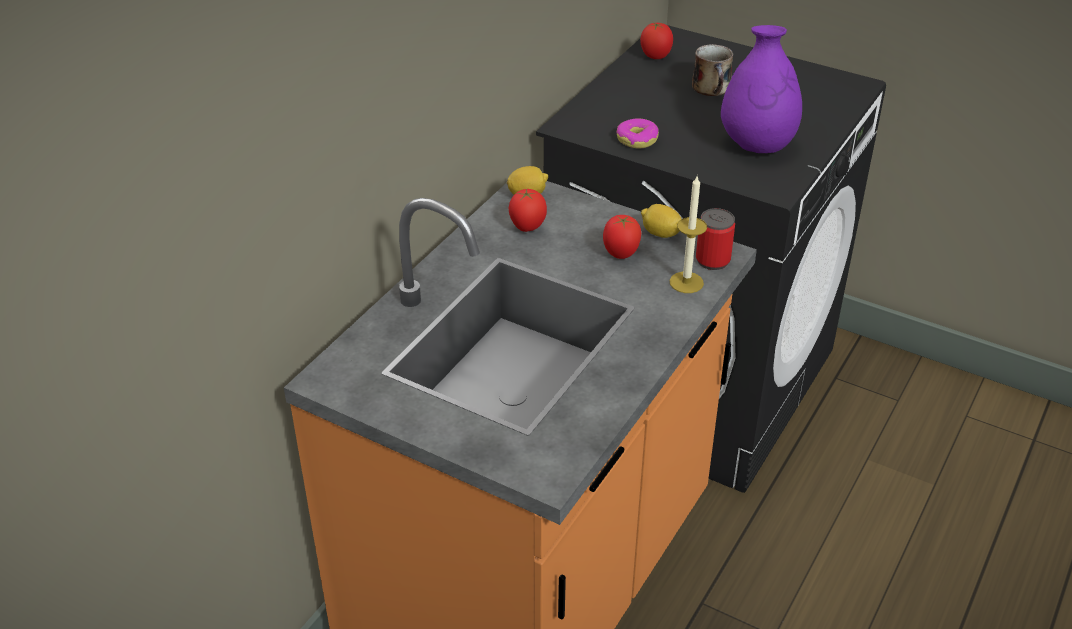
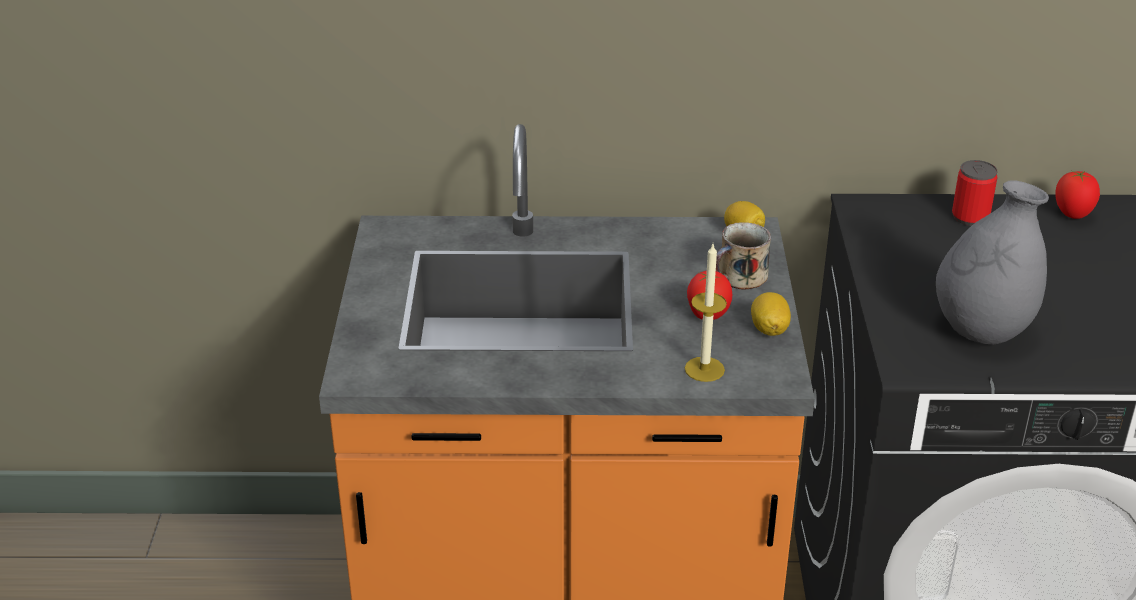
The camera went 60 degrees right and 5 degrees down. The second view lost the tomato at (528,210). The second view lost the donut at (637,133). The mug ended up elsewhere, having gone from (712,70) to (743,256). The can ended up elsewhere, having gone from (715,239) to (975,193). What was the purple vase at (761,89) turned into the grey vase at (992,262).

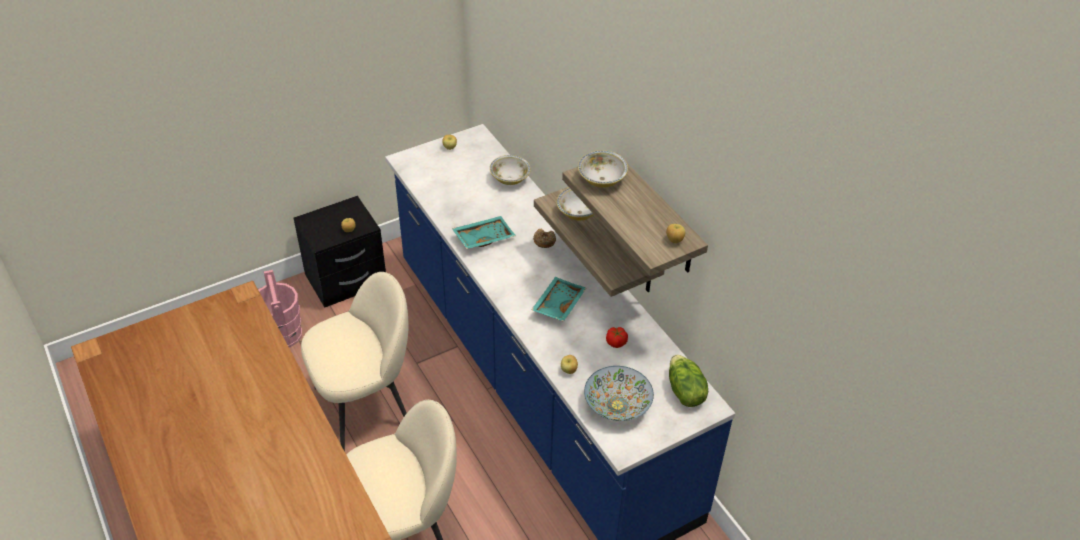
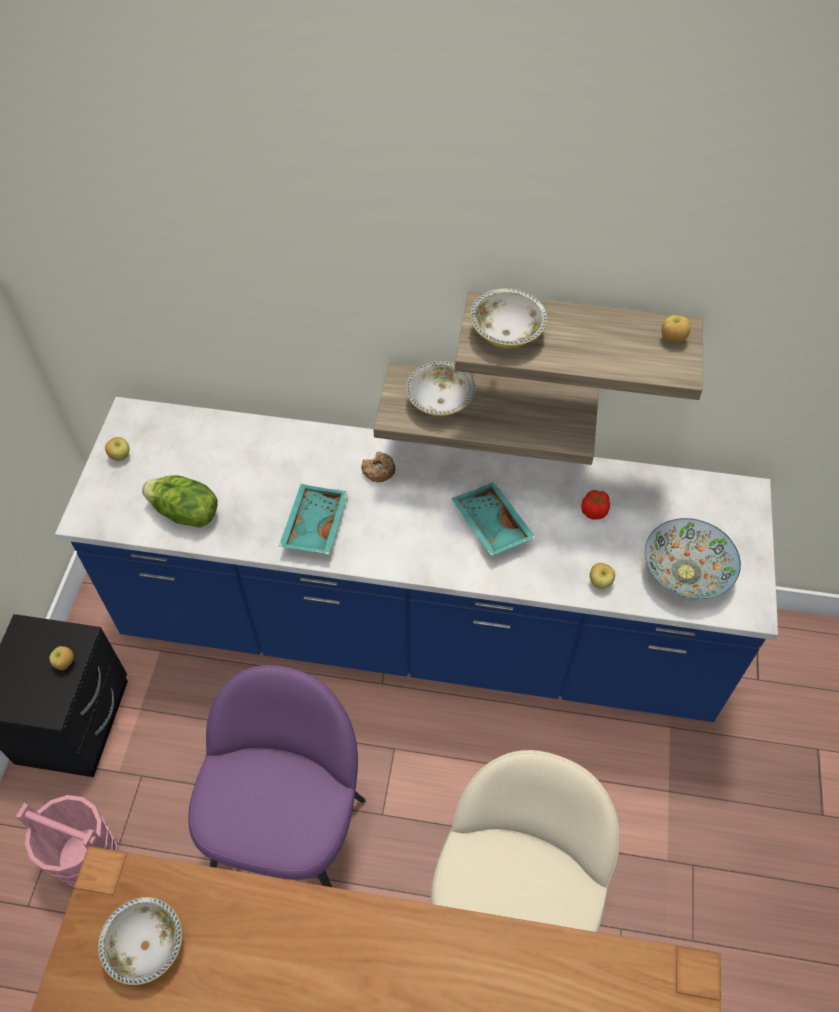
The camera went 50 degrees left and 10 degrees up. The bowl ended up elsewhere, having gone from (510,170) to (140,941). The lettuce ended up elsewhere, having gone from (688,381) to (180,501). What was the beige chair at (354,361) turned into the purple chair at (276,776).

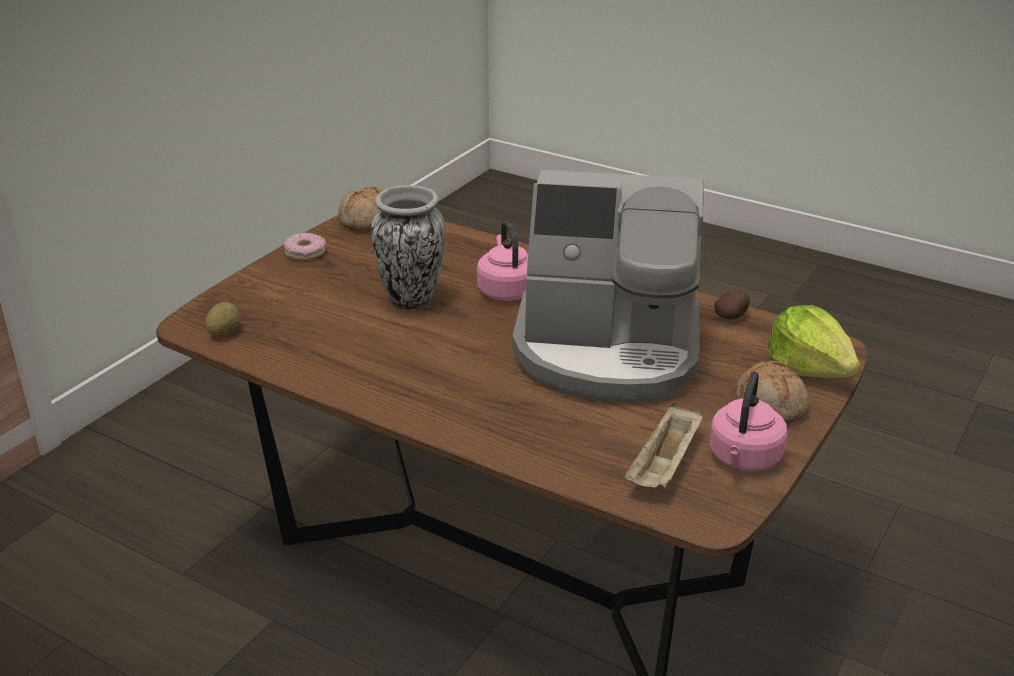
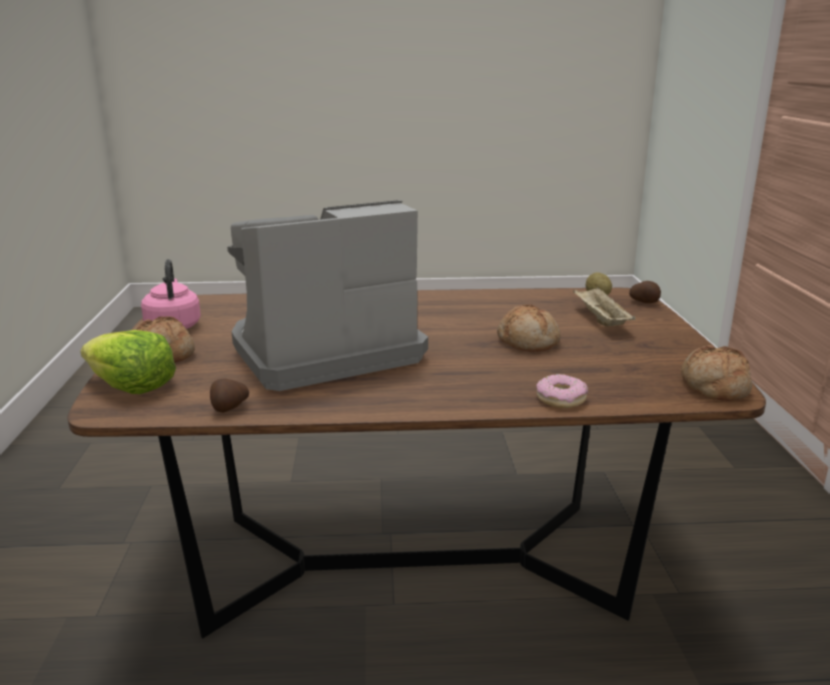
The camera went 145 degrees right and 10 degrees down. The second view lost the pink kettle at (502,261). The second view gained the potato at (645,292). The donut ended up elsewhere, having gone from (305,247) to (562,391). The beige tray ended up elsewhere, having gone from (663,445) to (604,307). Where the vase stood at (408,247), the bread came to stand at (529,328).

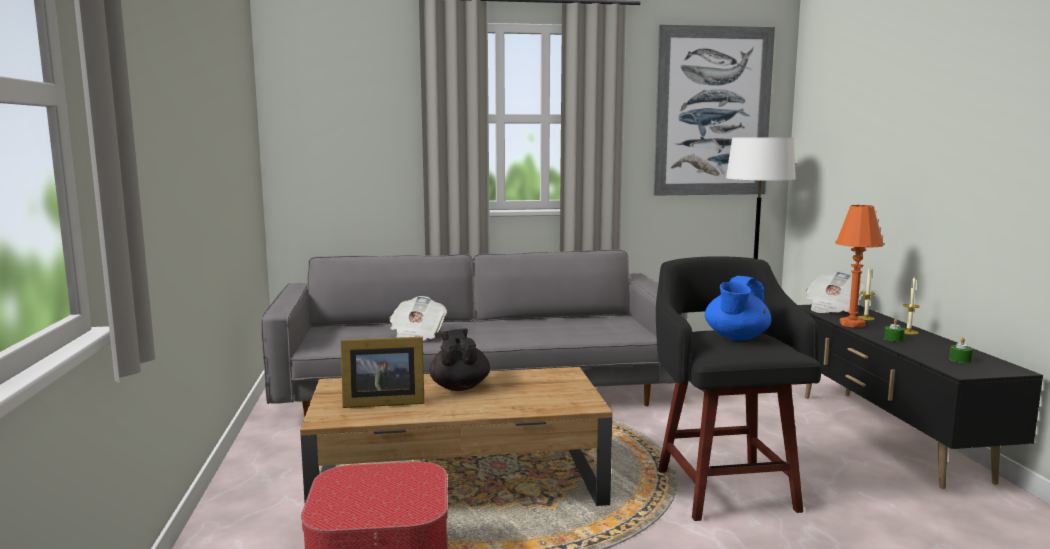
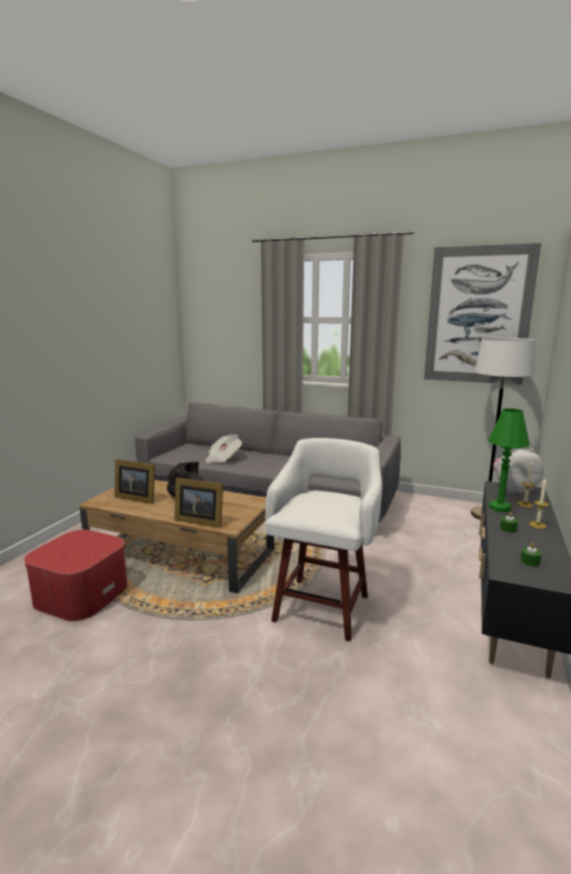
The camera went 30 degrees right and 5 degrees up. The second view lost the blue teapot at (738,308). The second view gained the picture frame at (198,503). Where the newspaper stood at (836,292), the plush toy came to stand at (518,471). What was the black stool at (739,388) turned into the white stool at (323,540). What was the orange table lamp at (859,266) turned into the green table lamp at (509,460).

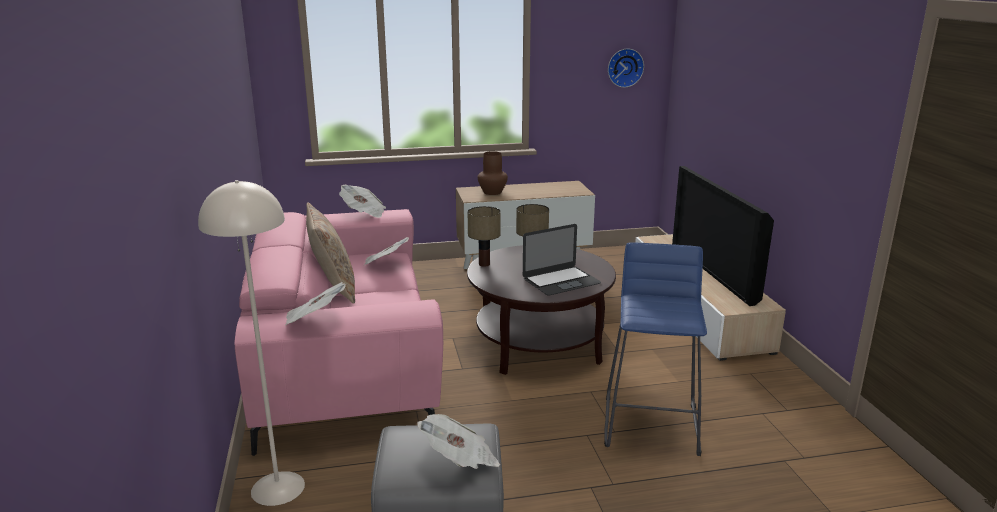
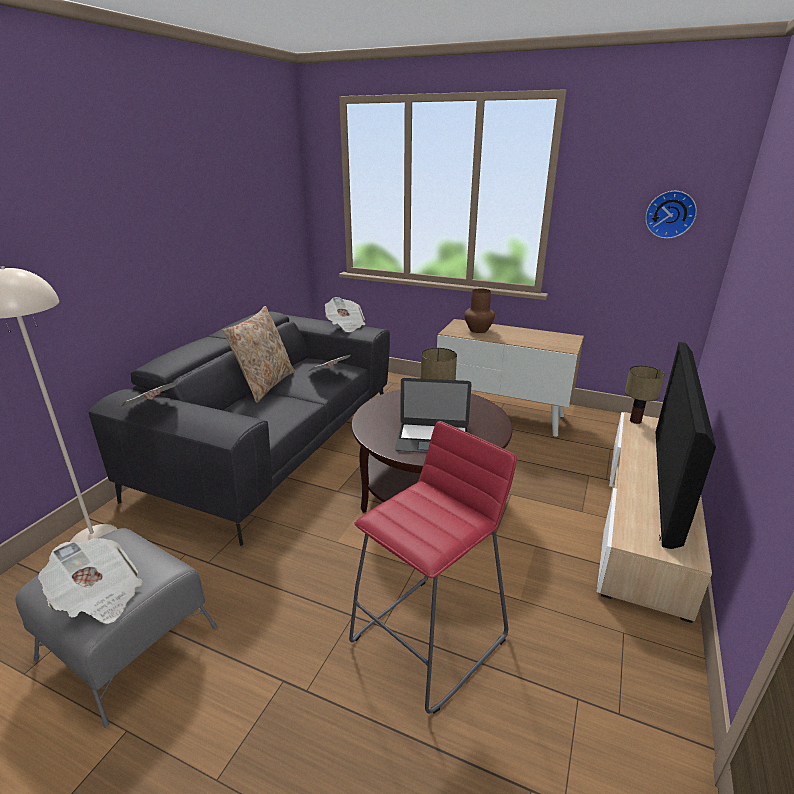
The camera went 35 degrees right and 5 degrees up. The table lamp ended up elsewhere, having gone from (484,236) to (645,395). What was the pink sofa at (338,332) turned into the grey sofa at (239,428). What was the blue stool at (655,349) turned into the red stool at (433,567).

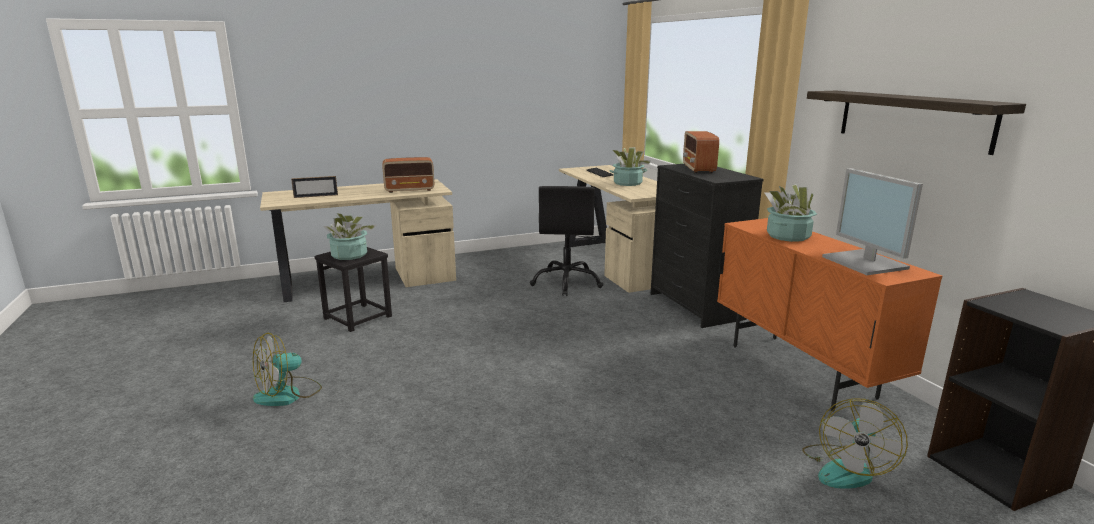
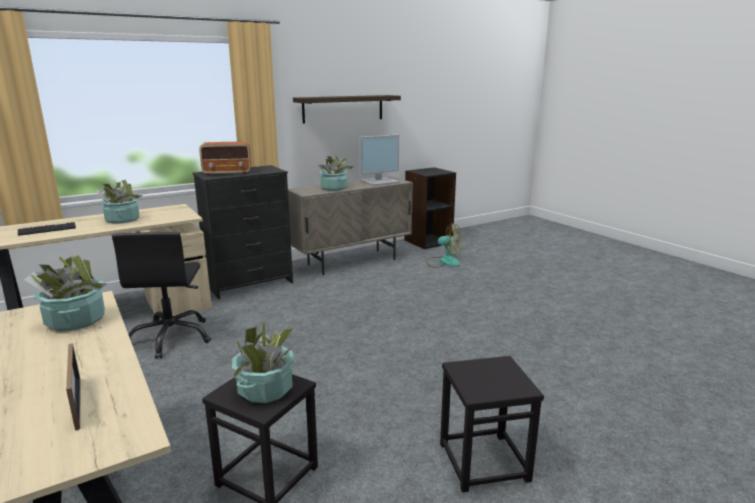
The camera went 100 degrees left and 0 degrees up. Where the fan stood at (287,369), the black stool came to stand at (492,424). Where the radio stood at (408,175), the potted plant came to stand at (66,292). What was the orange cabinet at (829,315) turned into the beige cabinet at (350,225). The black office chair at (567,241) ended up facing another way, 90 degrees clockwise from before.

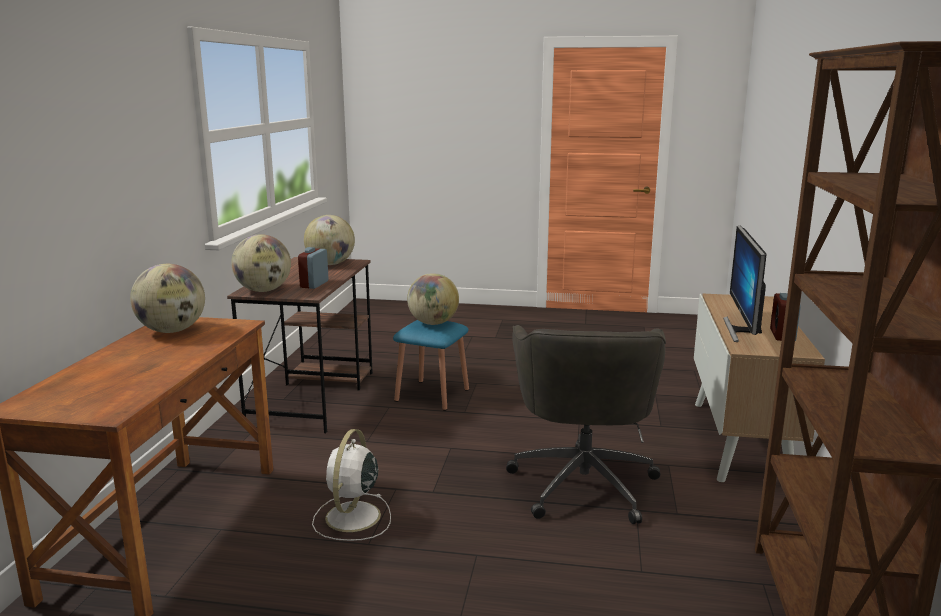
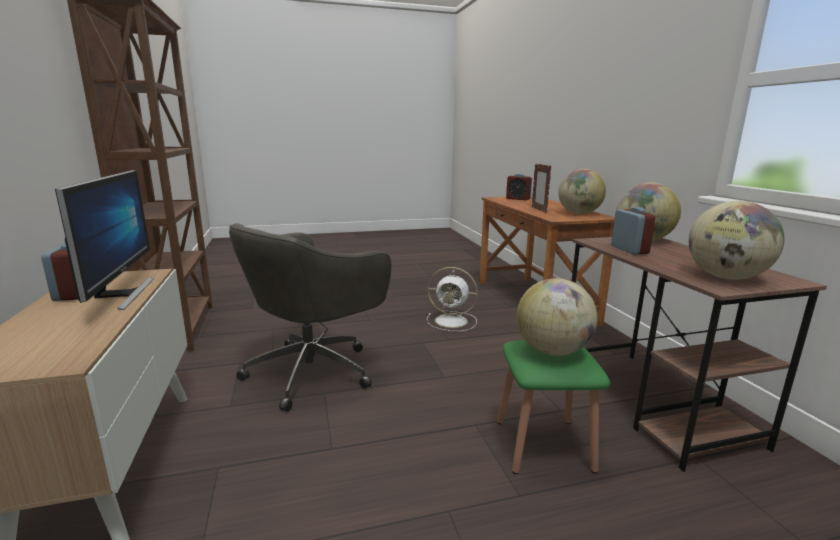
The camera went 155 degrees right and 0 degrees up. The second view gained the alarm clock at (519,187). The second view gained the picture frame at (541,188). What was the blue stool at (431,365) turned into the green stool at (553,407). The white fan at (351,485) ended up facing another way, 120 degrees clockwise from before. The grey office chair at (586,424) ended up facing another way, 120 degrees counterclockwise from before.

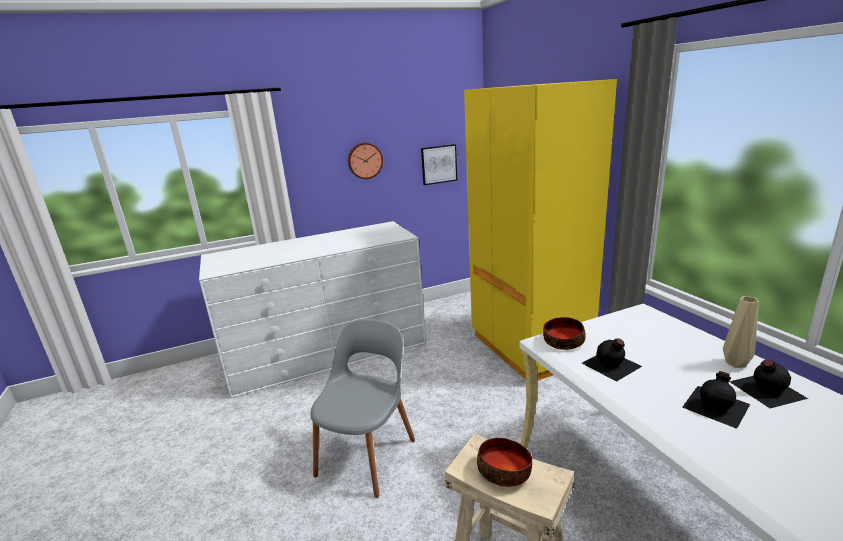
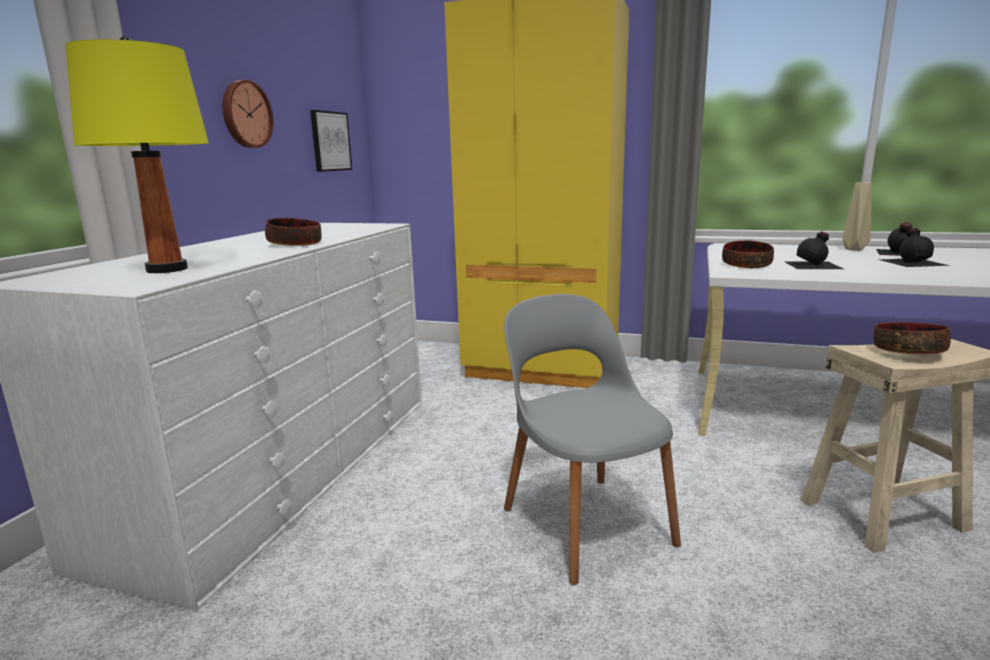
The camera went 50 degrees left and 5 degrees down. The second view gained the yellow table lamp at (137,154). The second view gained the bowl at (293,232).

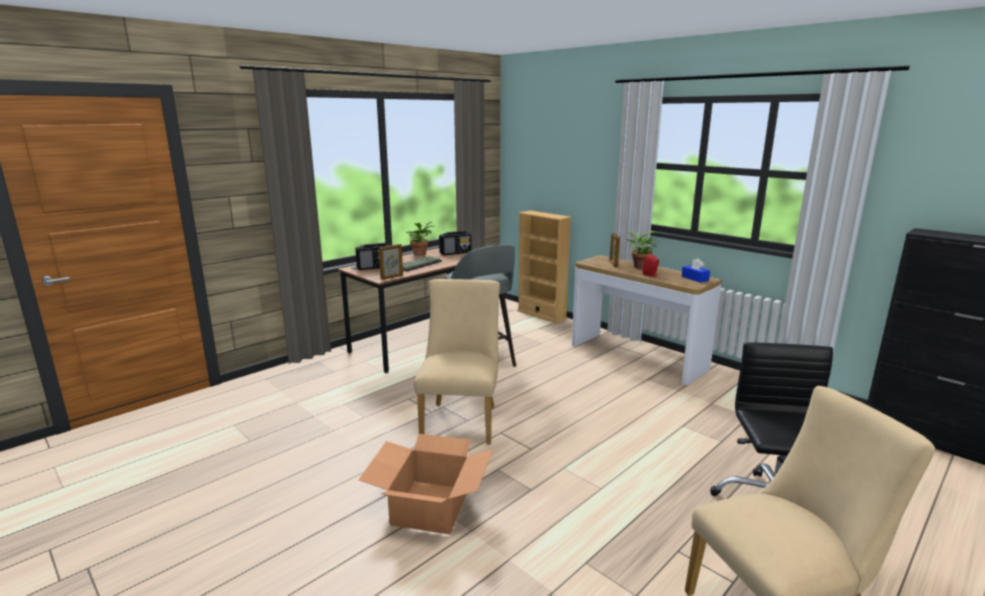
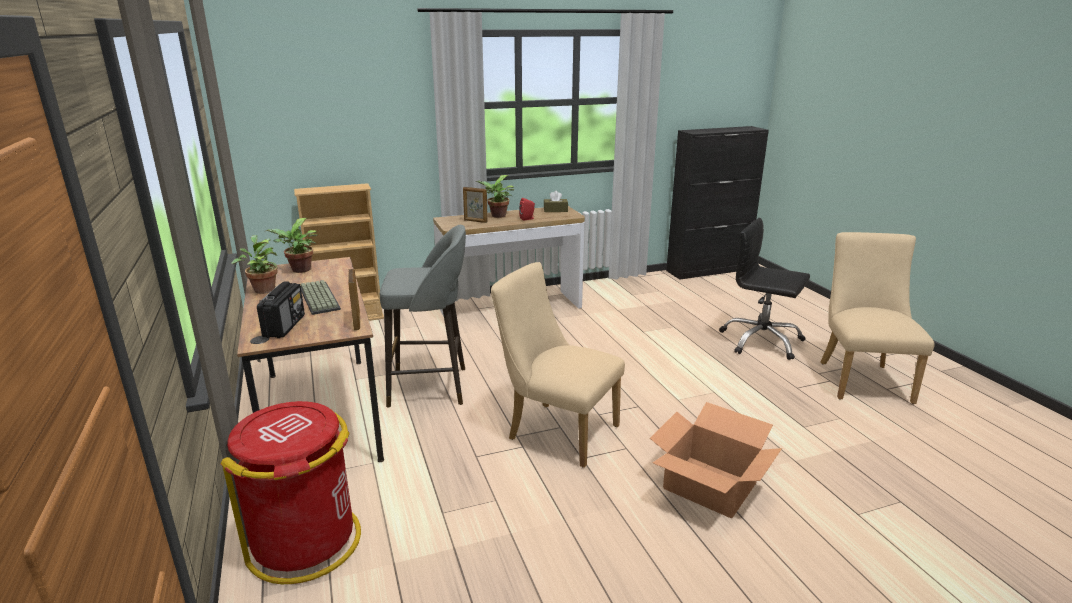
The camera went 65 degrees left and 5 degrees up. The second view gained the red trash can at (291,492). Where the radio stood at (455,243), the potted plant came to stand at (292,245). What was the blue tissue box at (696,270) turned into the brown tissue box at (556,201).

